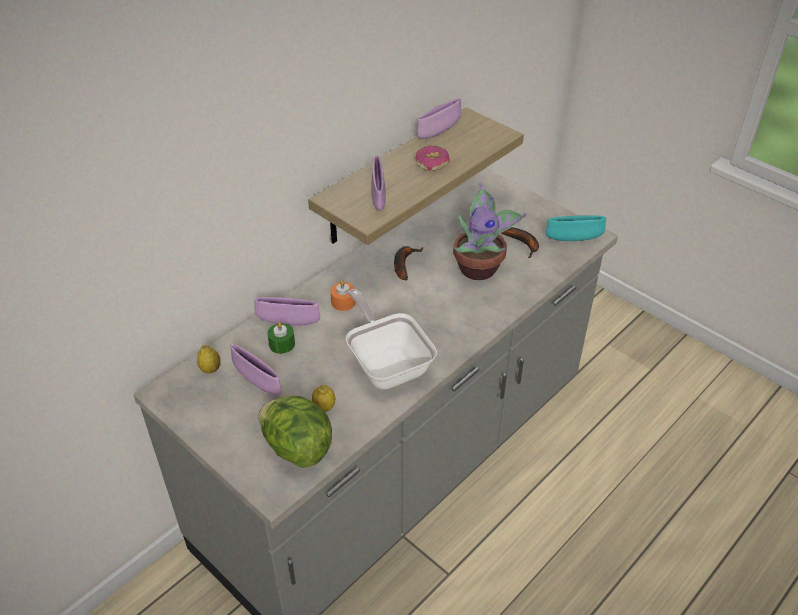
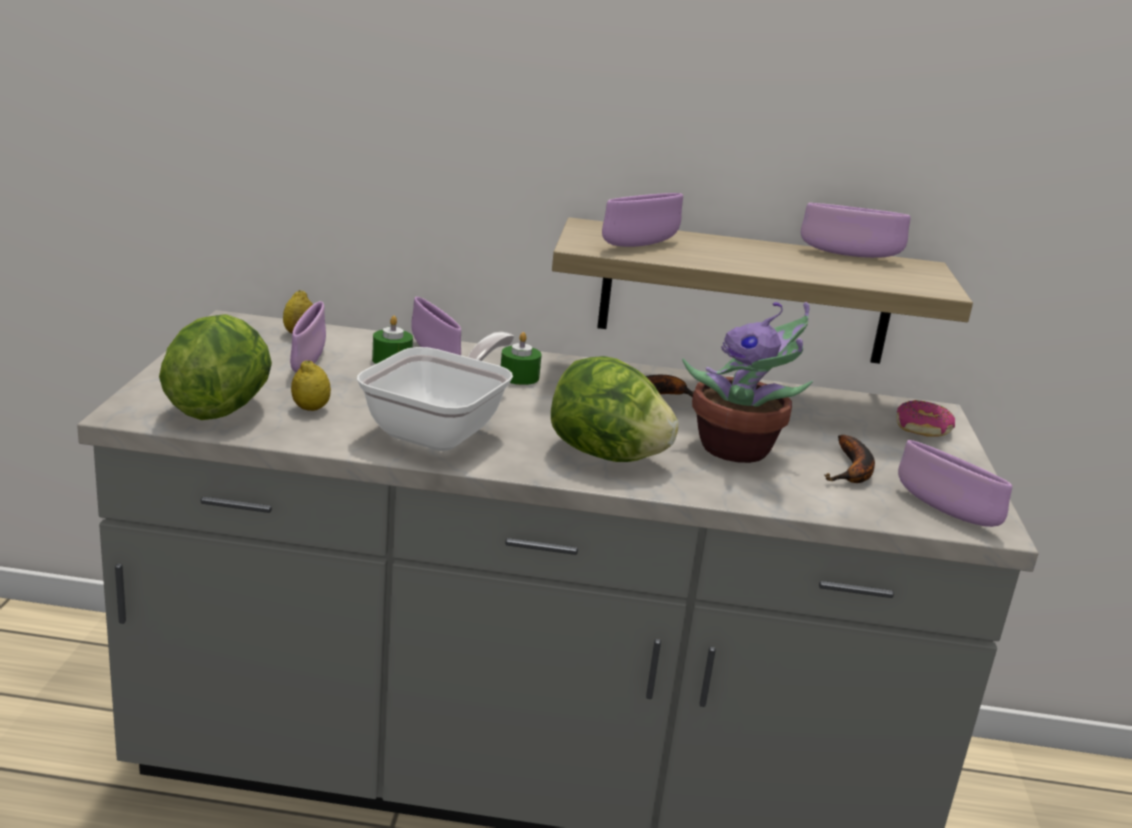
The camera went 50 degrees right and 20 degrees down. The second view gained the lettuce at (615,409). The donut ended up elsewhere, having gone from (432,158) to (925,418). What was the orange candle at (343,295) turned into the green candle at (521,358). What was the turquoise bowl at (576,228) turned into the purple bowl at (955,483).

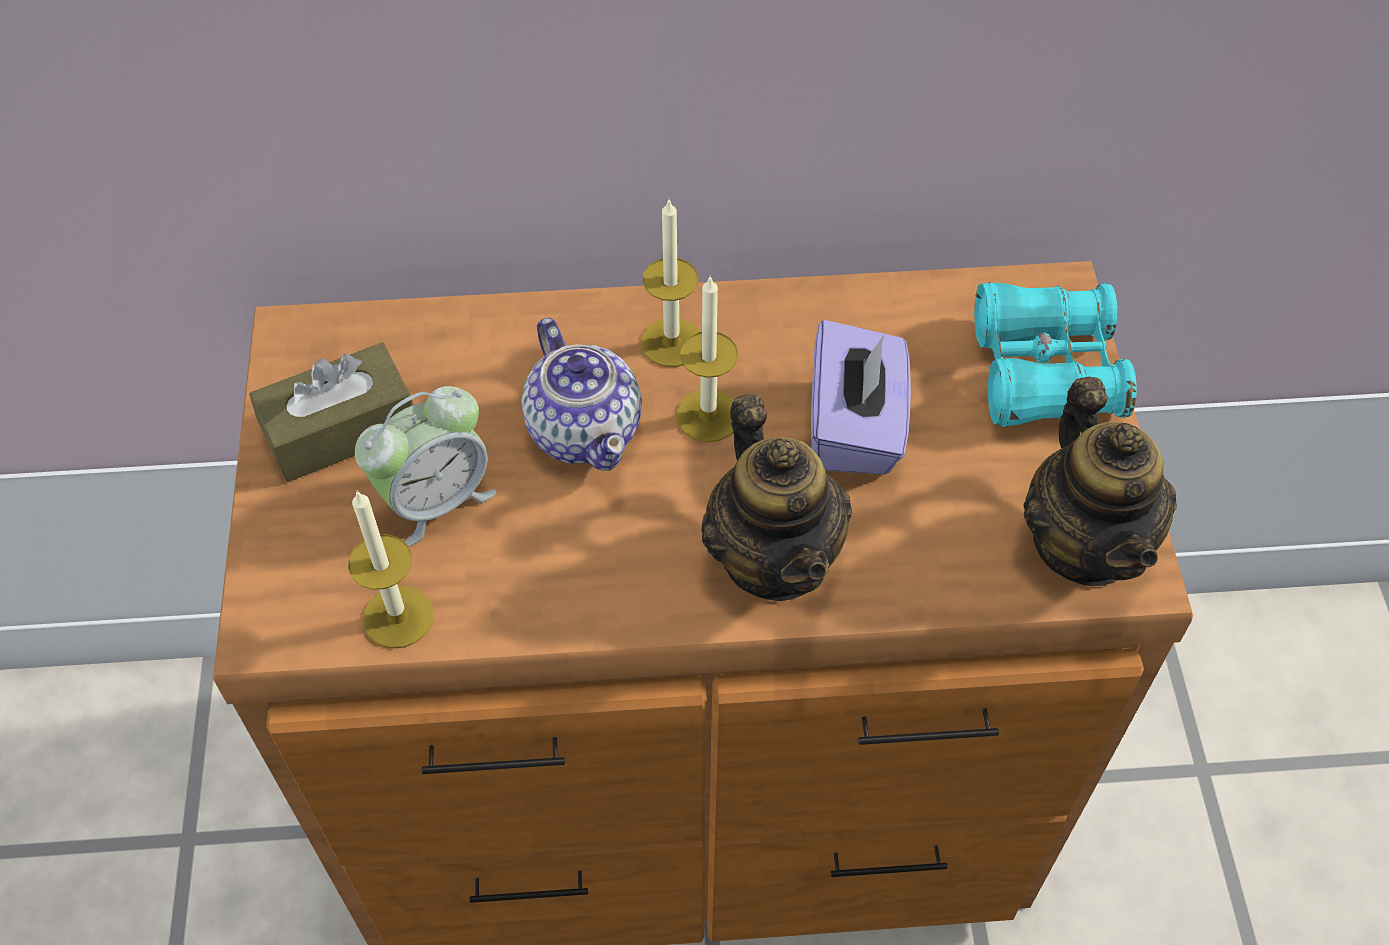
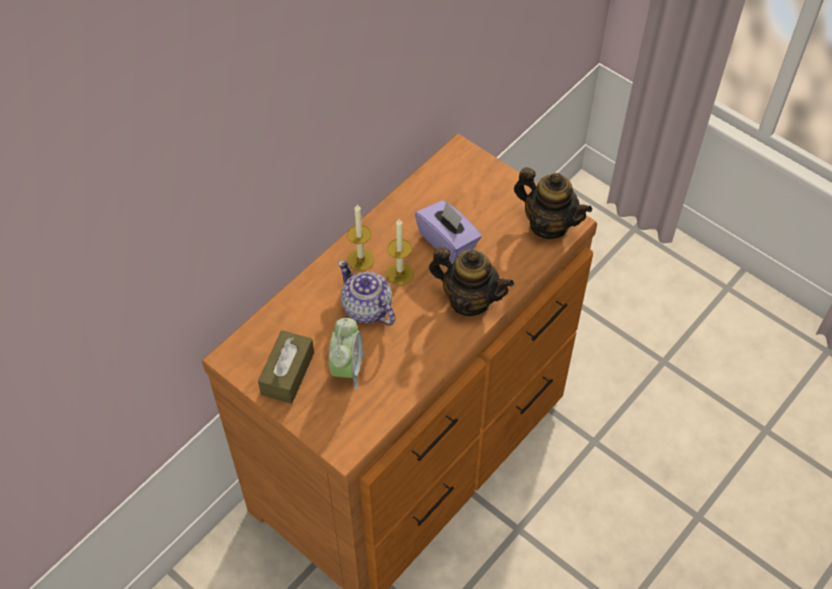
The camera went 45 degrees left and 0 degrees up. The second view lost the candle at (390,569). The second view lost the turquoise binoculars at (1055,354). The teapot at (581,394) ended up facing another way, 150 degrees counterclockwise from before.

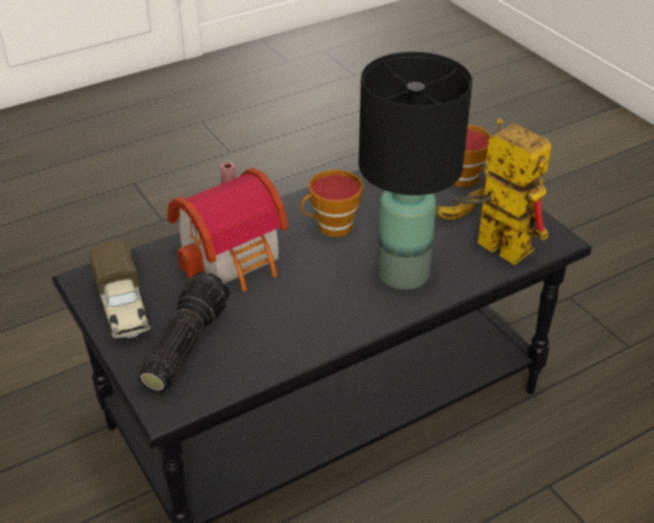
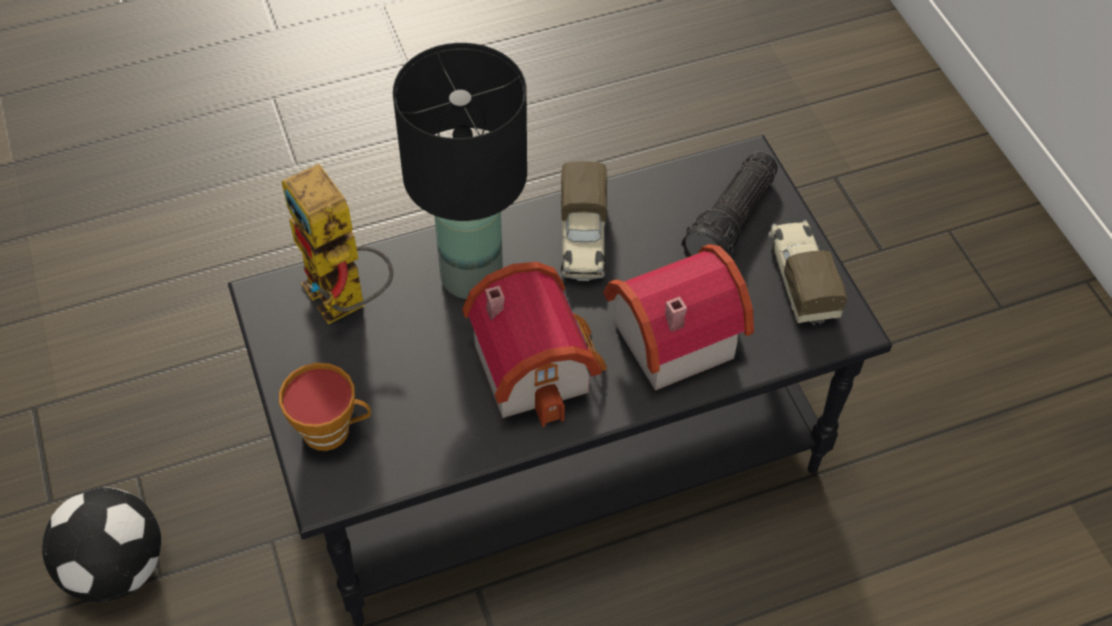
The camera went 170 degrees left and 15 degrees up. The second view lost the banana at (460,204). The second view gained the football at (101,544). The second view gained the toy truck at (584,221). Where the cup stood at (331,203), the toy house came to stand at (534,344).

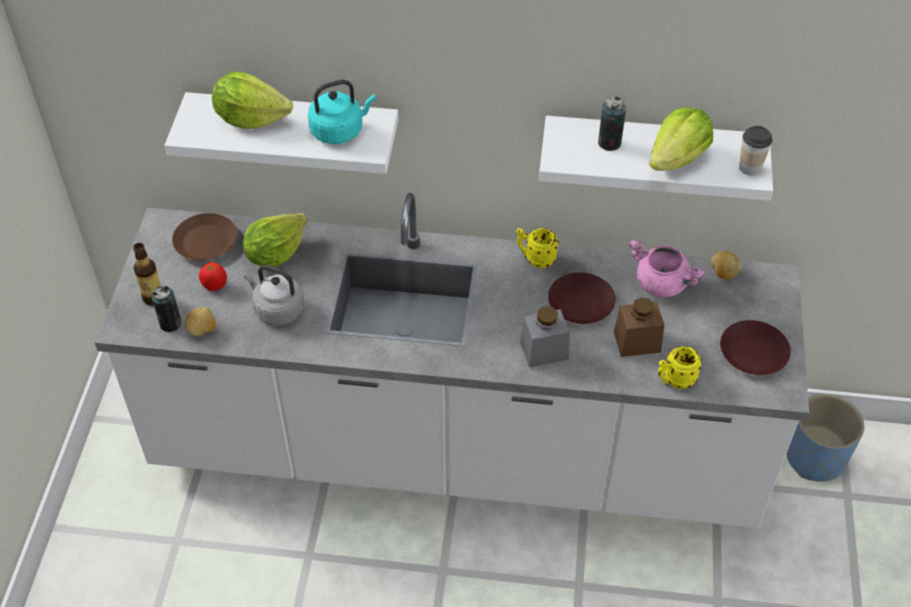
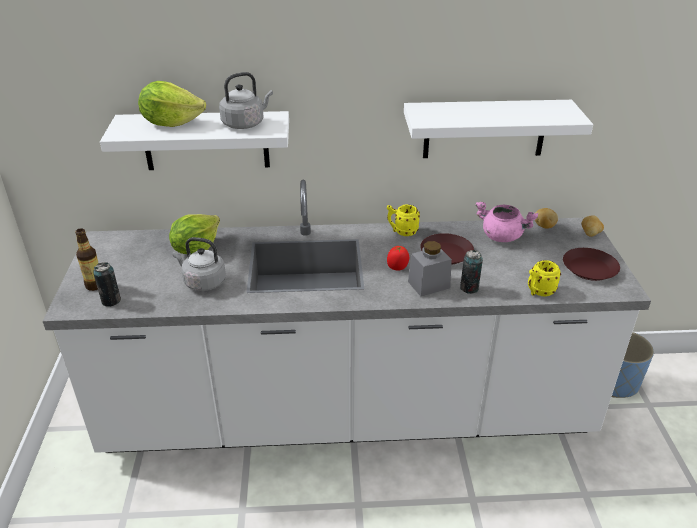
The camera went 10 degrees left and 15 degrees down. The second view lost the brown plate at (204,237). The second view lost the brown jar at (639,327). The second view lost the lettuce at (681,139). The second view lost the cup at (755,151). The potato ended up elsewhere, having gone from (200,321) to (593,226). The tomato ended up elsewhere, having gone from (213,276) to (398,258). The can ended up elsewhere, having gone from (612,124) to (471,272). What was the turquoise kettle at (342,112) turned into the grey kettle at (246,100).

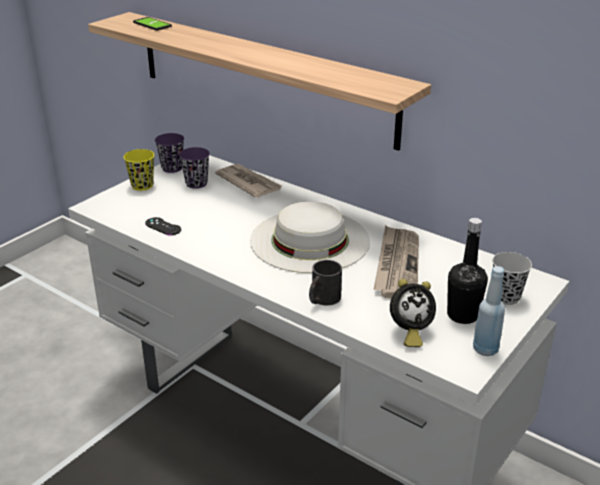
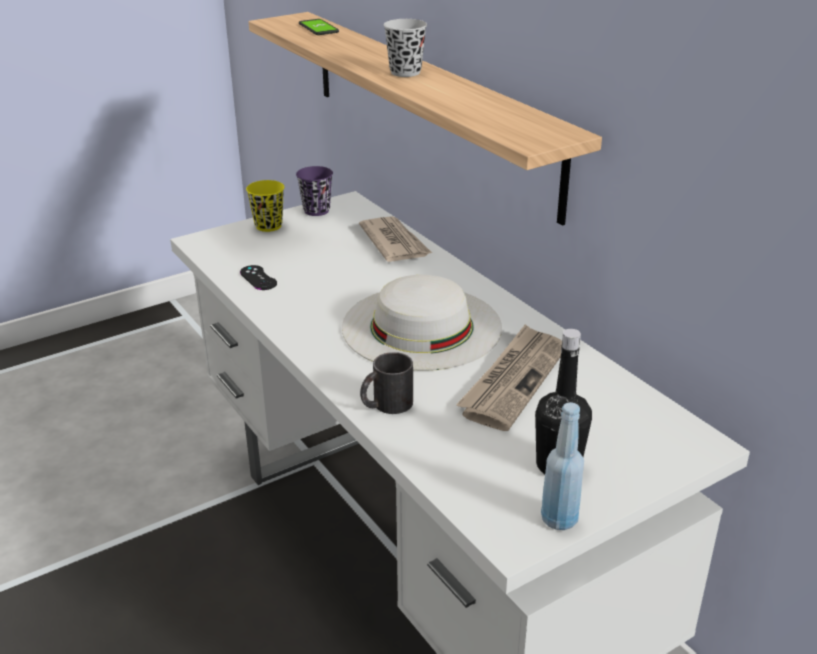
The camera went 20 degrees right and 0 degrees up. The second view lost the purple cup at (194,168). The second view lost the alarm clock at (413,313). The black cup ended up elsewhere, having gone from (512,278) to (405,48).

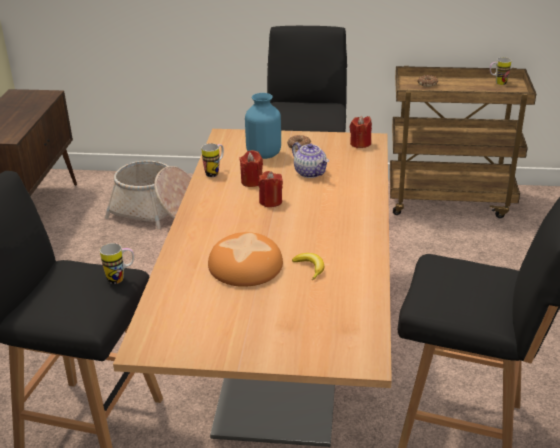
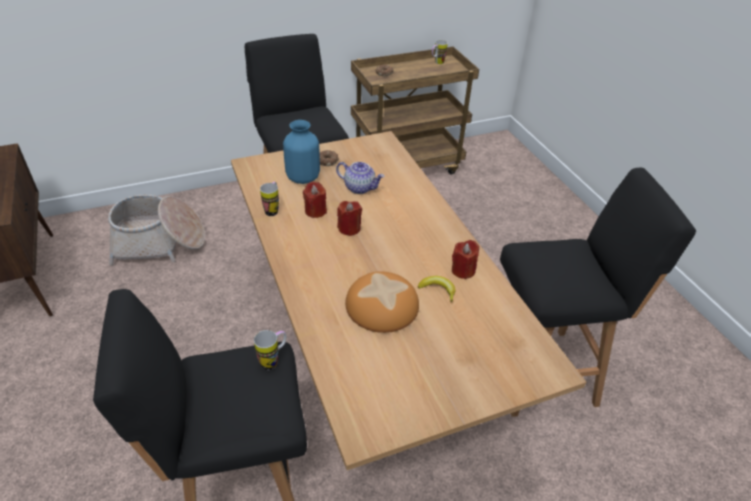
The camera went 30 degrees left and 10 degrees up. The red candle ended up elsewhere, having gone from (360,132) to (465,259).

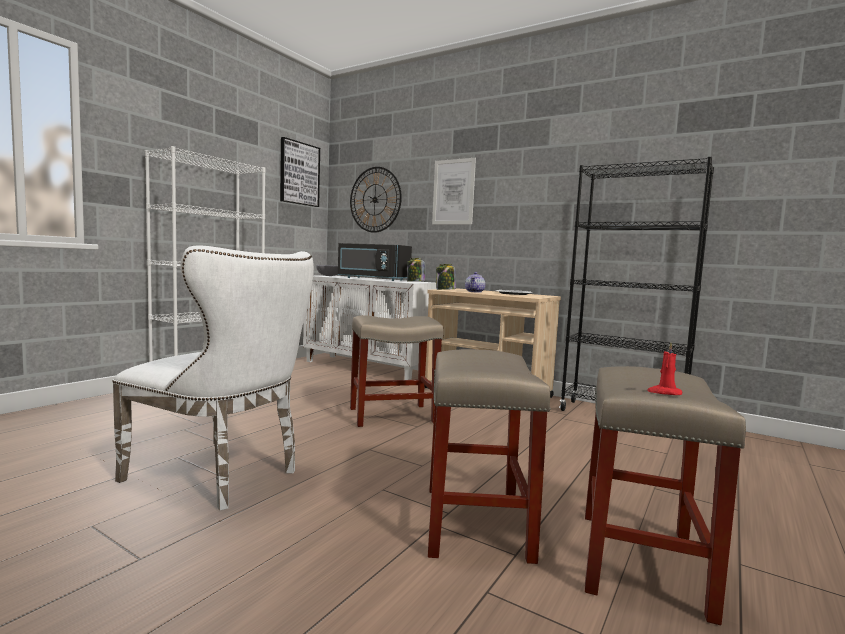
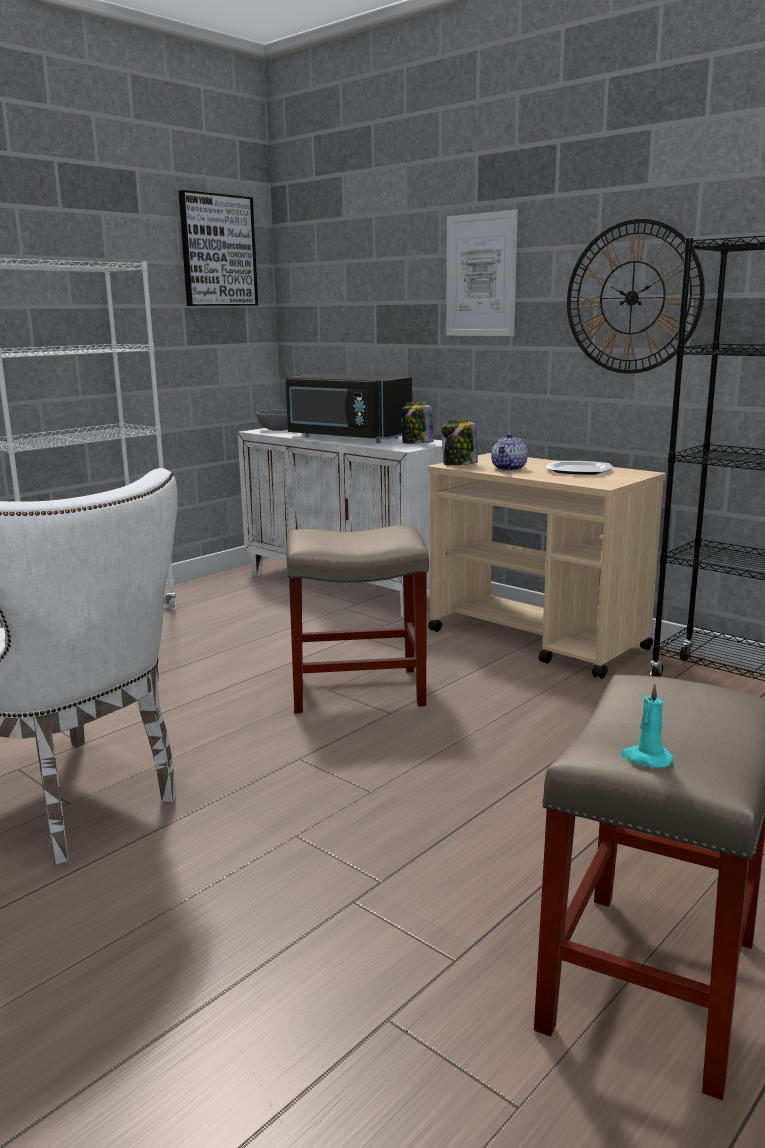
The camera went 10 degrees right and 10 degrees up. The second view lost the beige stool at (489,456). The wall clock ended up elsewhere, having gone from (376,200) to (636,296). What was the red candle at (664,369) turned into the turquoise candle at (647,725).

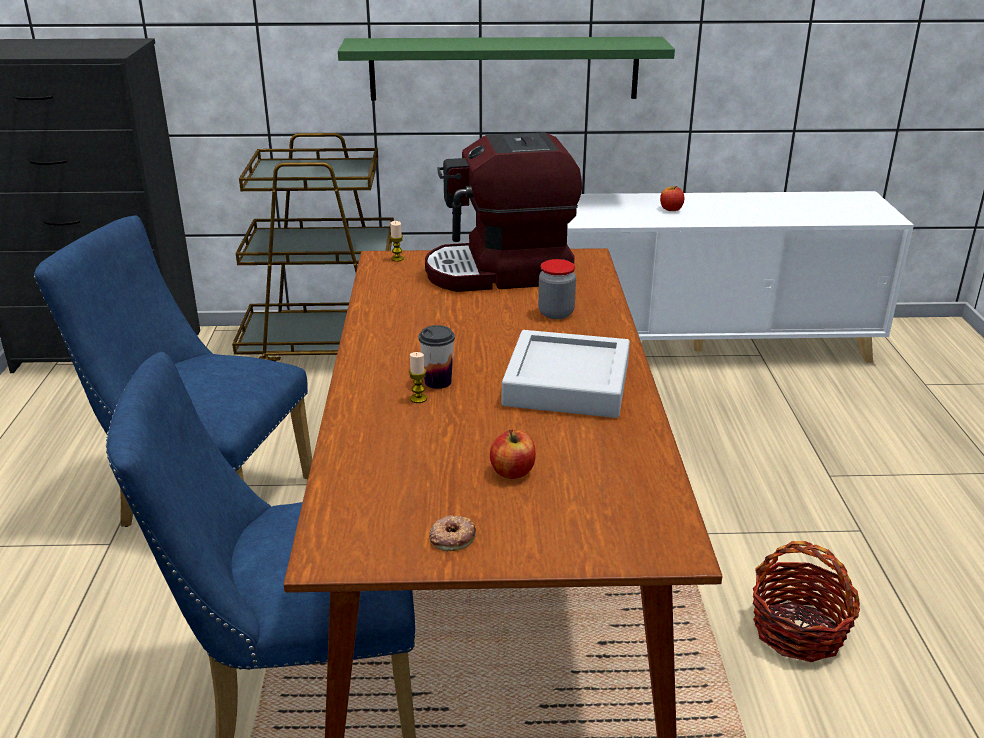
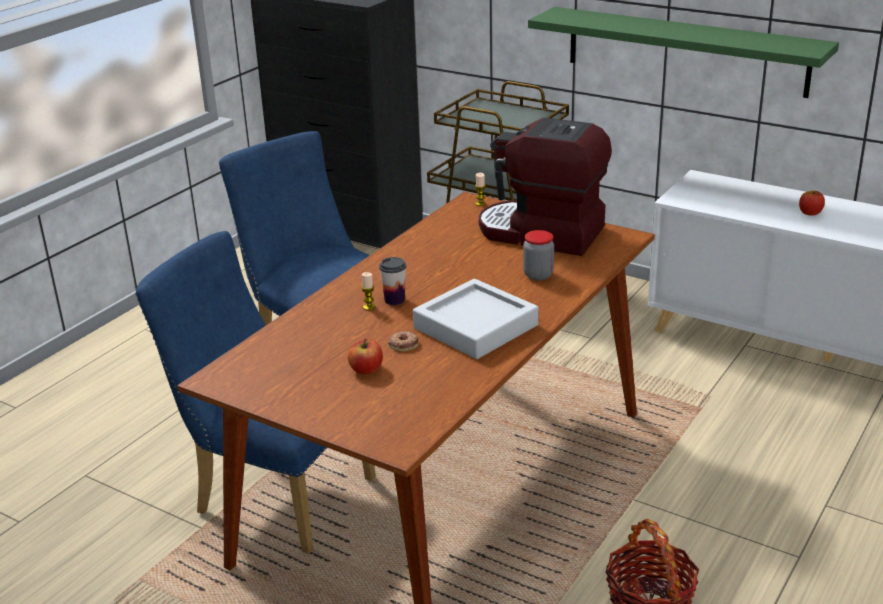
The camera went 35 degrees right and 0 degrees up. The donut ended up elsewhere, having gone from (452,533) to (403,341).

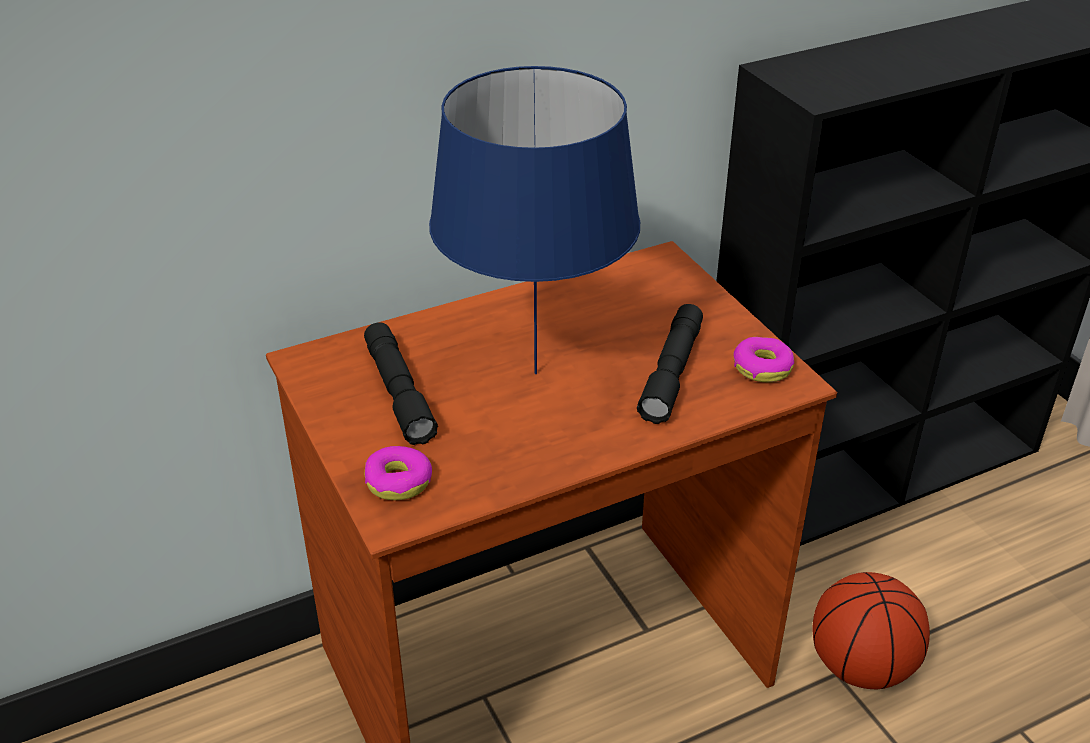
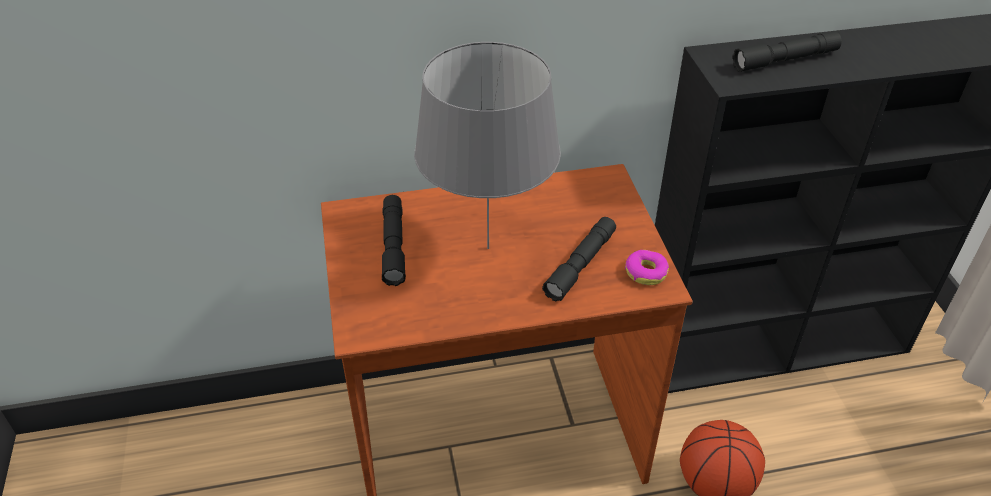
The camera went 15 degrees right and 5 degrees up. The second view lost the donut at (398,473). The second view gained the black flashlight at (787,51). What was the blue table lamp at (534,220) turned into the grey table lamp at (487,145).

